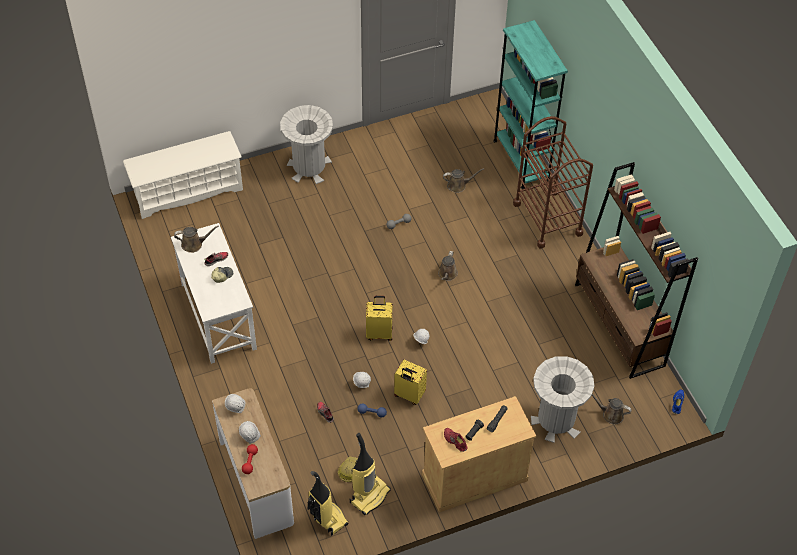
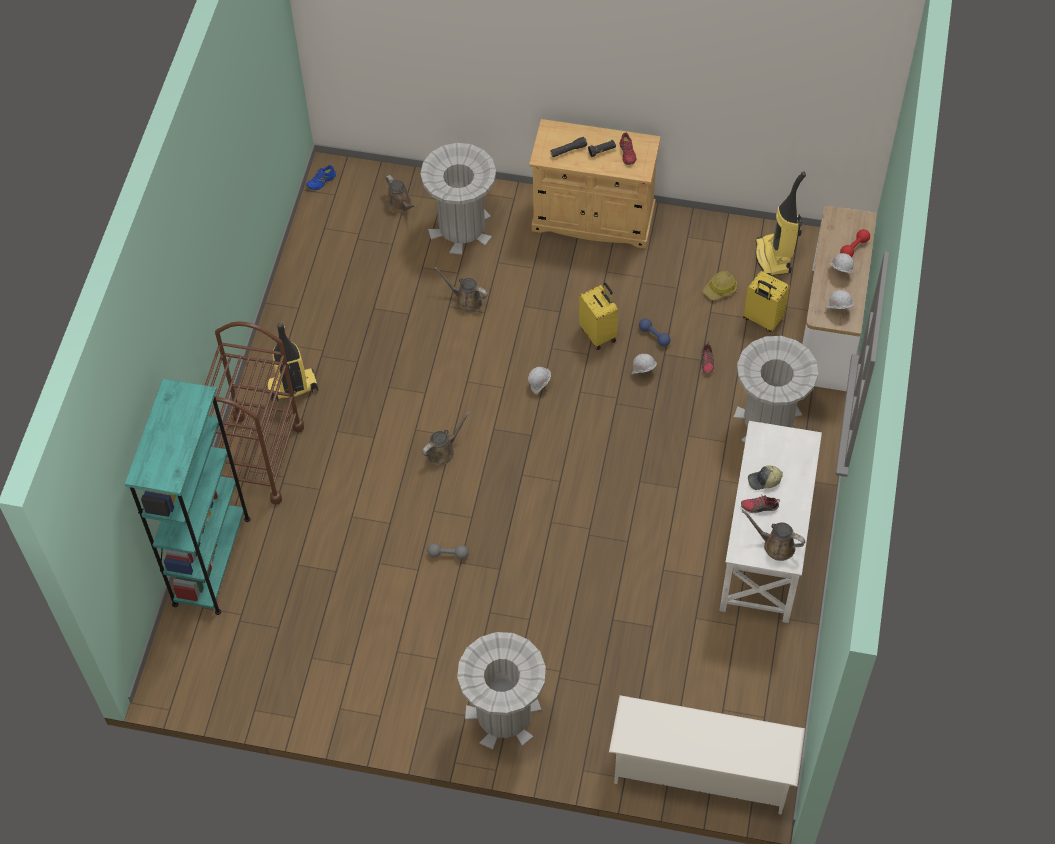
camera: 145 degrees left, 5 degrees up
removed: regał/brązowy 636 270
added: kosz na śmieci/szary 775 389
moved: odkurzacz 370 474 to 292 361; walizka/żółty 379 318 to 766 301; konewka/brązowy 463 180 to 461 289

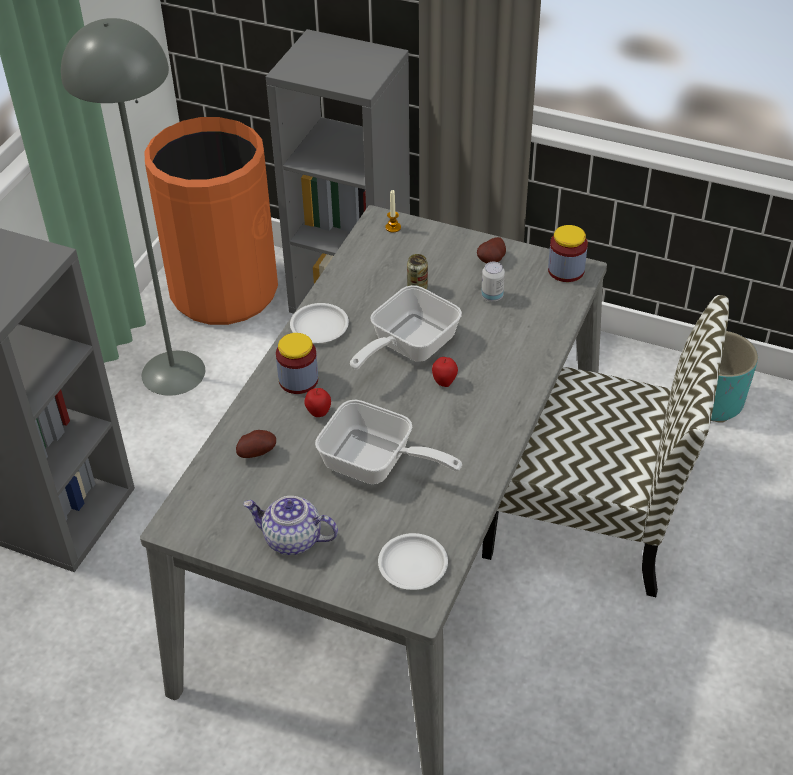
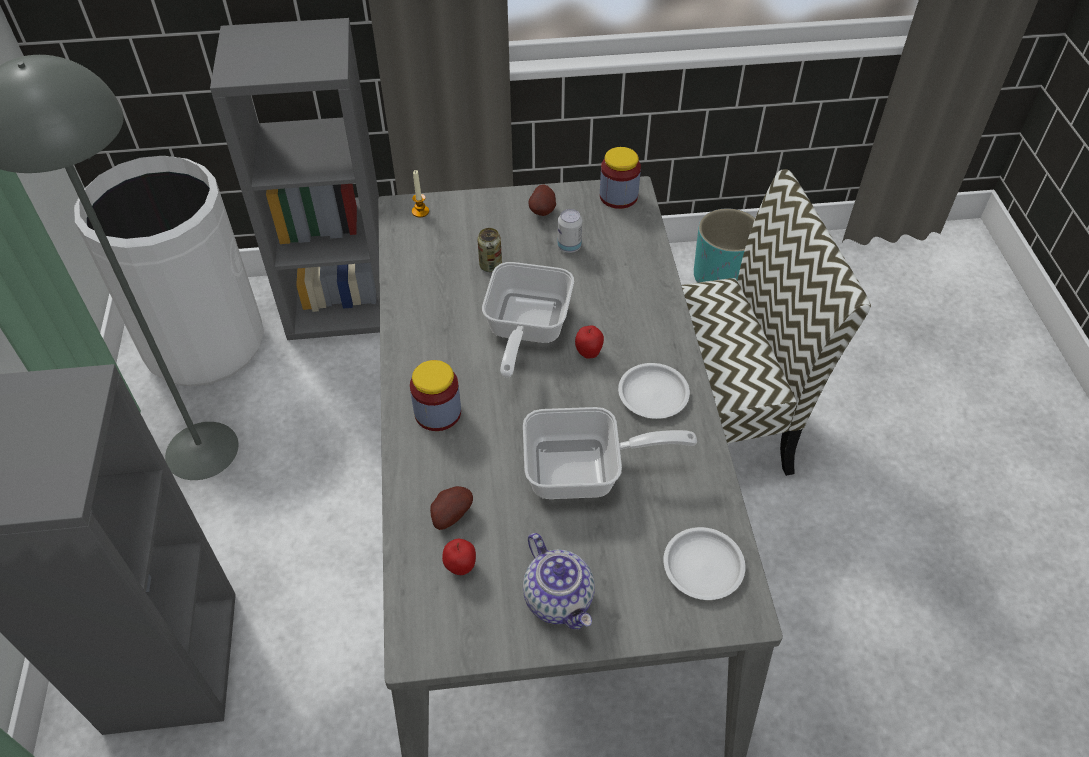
camera: 30 degrees left, 5 degrees up
moved: talerz/biały 319 323 to 654 391; jabłko 317 402 to 459 557
recoloured: kosz na śmieci/pomarańczowy 211 221 to kosz na śmieci/biały 169 271
turned: imbryk 290 525 = 559 581 105 degrees counterclockwise

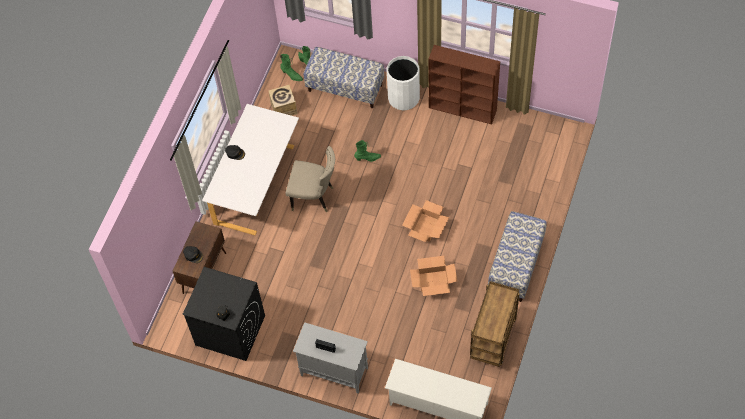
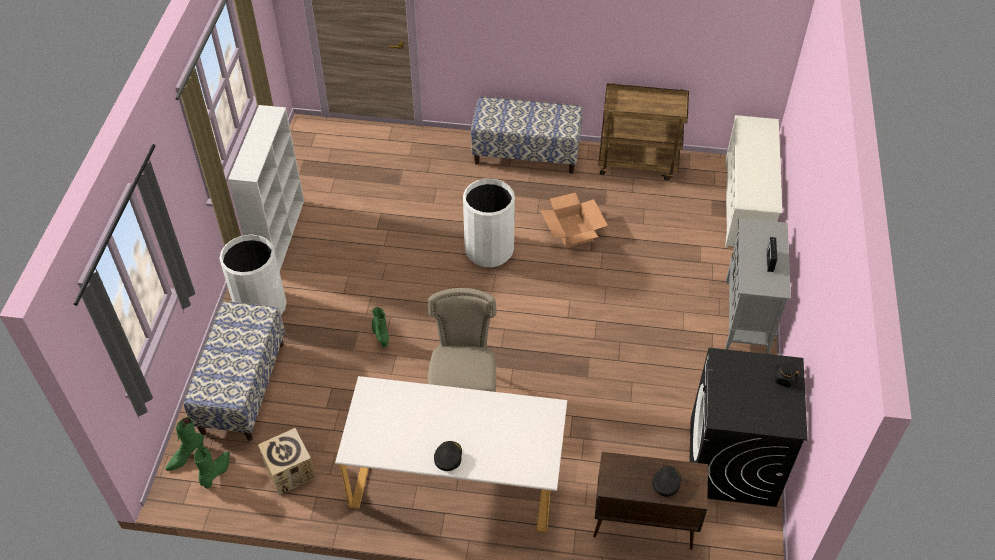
camera: 105 degrees left, 10 degrees down
replaced: karton 425 221 to kosz na śmieci/biały 489 223
recoloured: regał/brązowy 464 84 to regał/biały 266 188

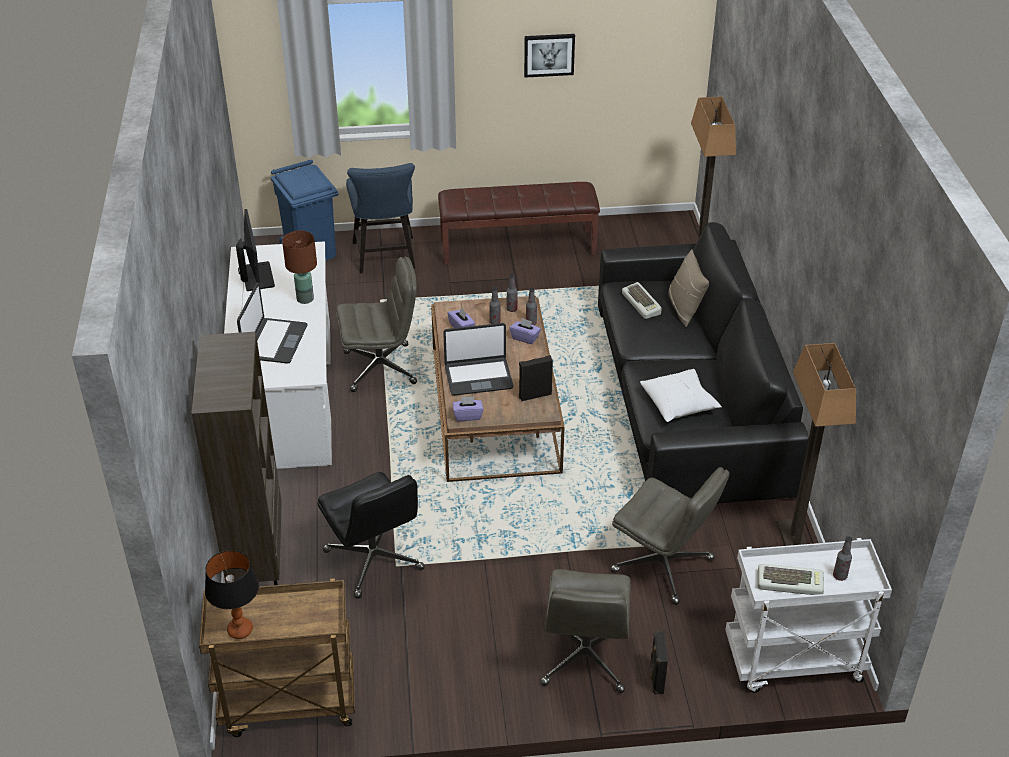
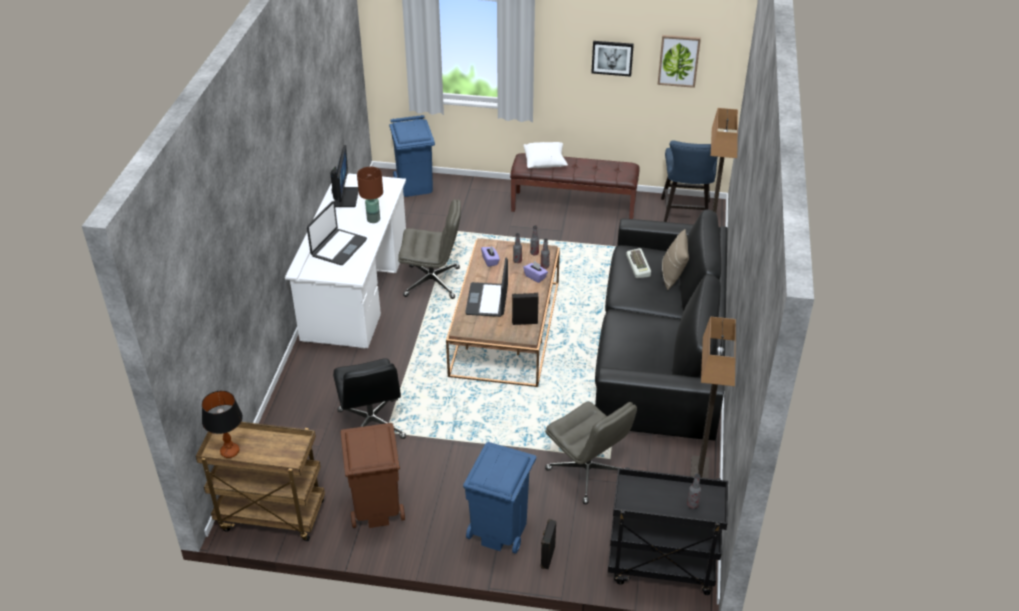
camera: 15 degrees right, 0 degrees up
removed: regał/brązowy 236 458; pudełko chusteczek/fioletowy 468 409; klawiatura 791 579
added: kosz na śmieci/brązowy 373 475; obraz 679 61
moved: krzesło/niebieski 380 218 to 689 181; poduszka/biały 681 395 to 546 155
replaced: krzesło biurowe/szary 586 631 to kosz na śmieci/niebieski 499 498
recoloured: wózek/biały 808 615 to wózek/czarny 668 531
turned: laptop 478 359 = 486 287 90 degrees clockwise

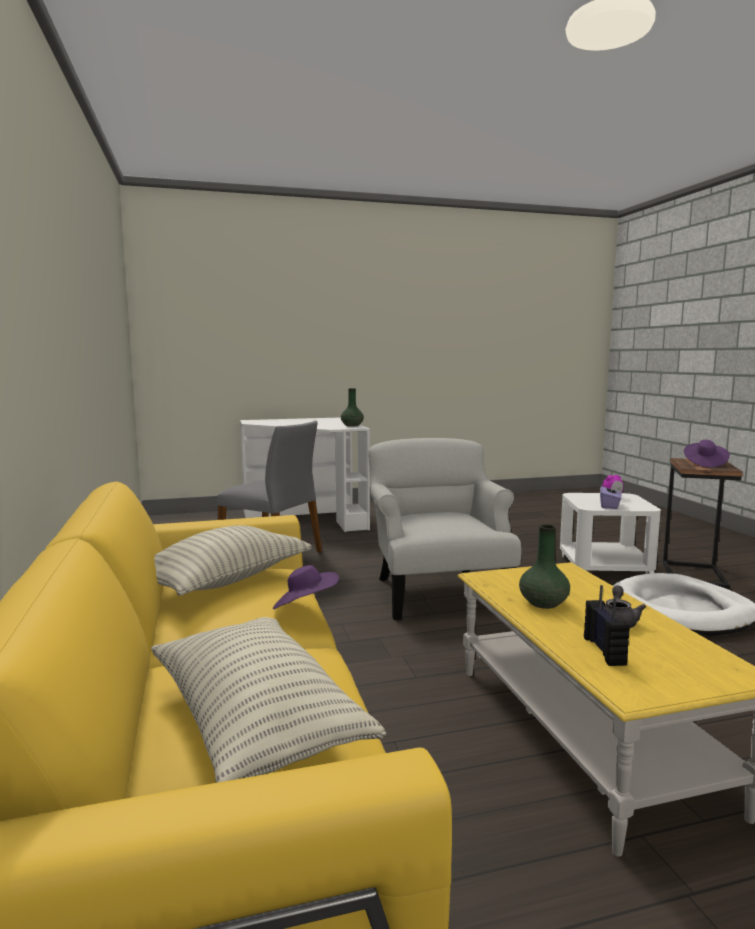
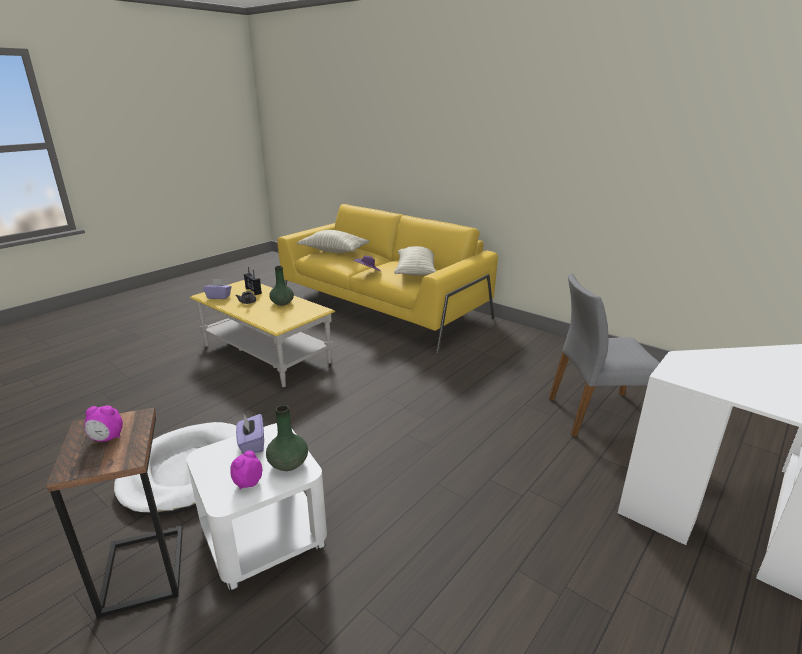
camera: 145 degrees right, 15 degrees up
removed: fotel/biały 444 529
added: pudełko chusteczek/fioletowy 217 289
moved: wazon/zielony 352 407 to 287 438
replaced: kapelusz/fioletowy 707 454 to budzik 103 424

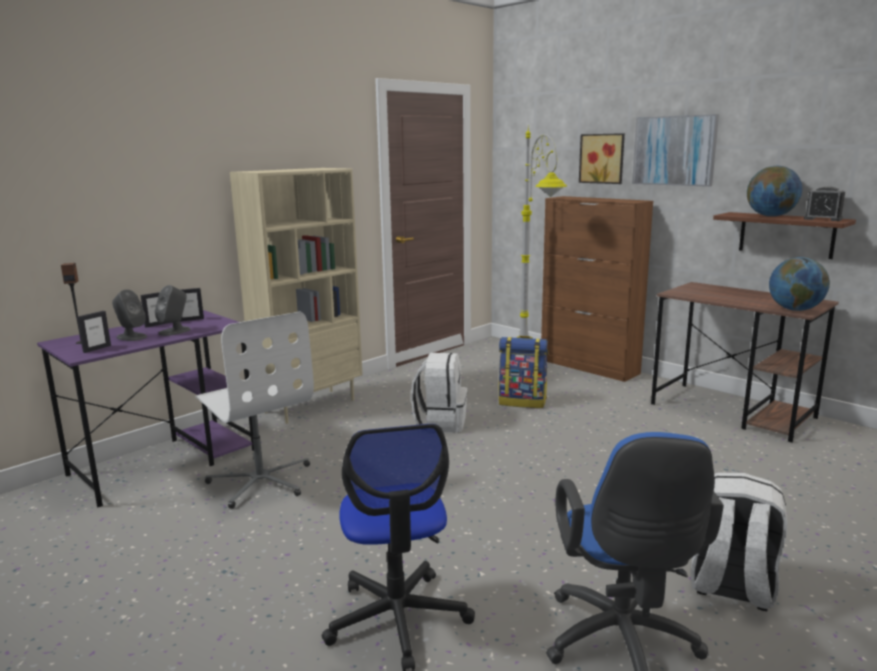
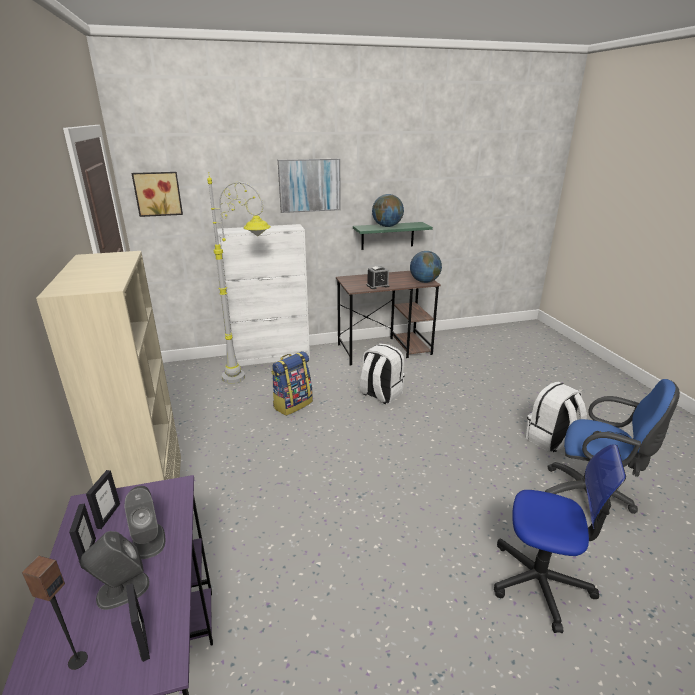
camera: 60 degrees left, 10 degrees up
removed: krzesło biurowe/biały 254 410
moved: plecak/biały 439 393 to 382 373; obraz 602 158 to 157 194; budzik 824 204 to 378 277
recoloured: szafka/brązowy 597 289 to szafka/biały 263 295; półka/brązowy 784 235 to półka/zielony 393 236

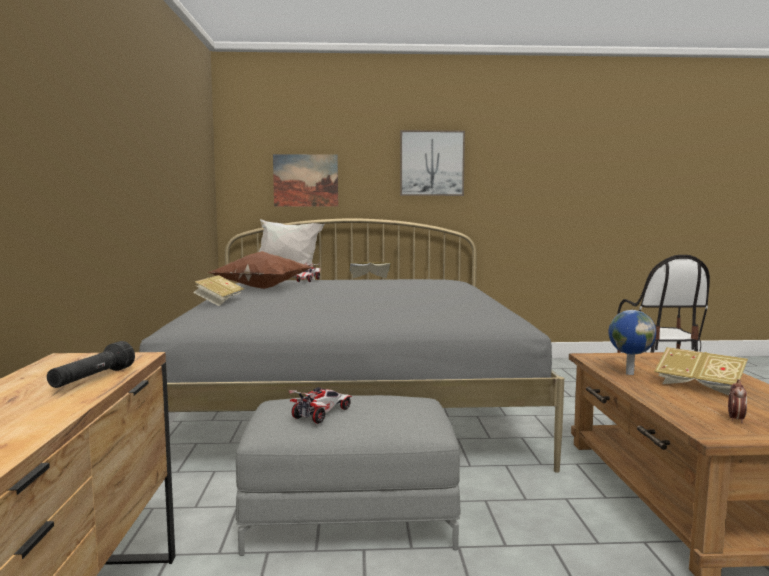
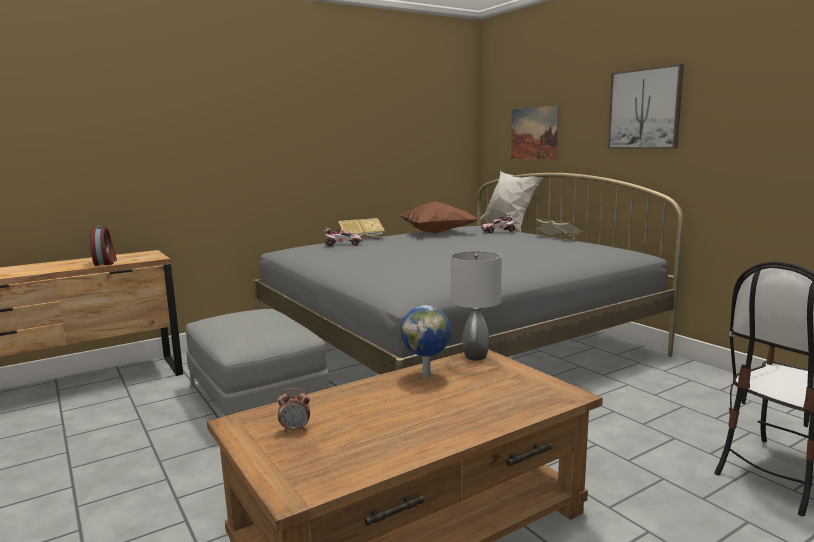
camera: 60 degrees right, 5 degrees up
removed: książka 701 371
added: lampa stołowa/szary 476 305
moved: samochodzik 320 405 to 342 236
replaced: latarka/czarny 91 364 to budzik 103 245

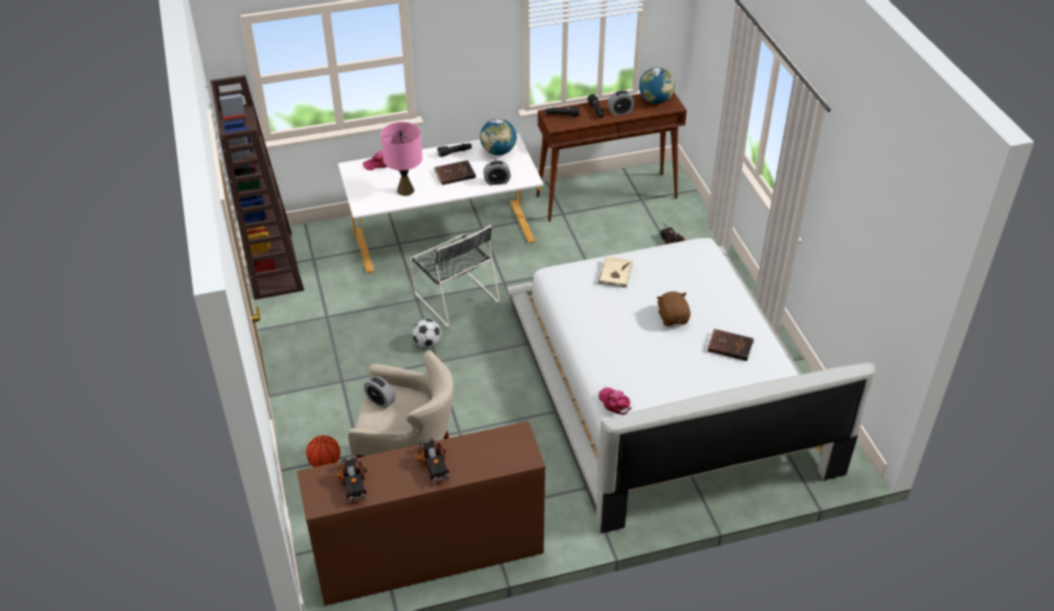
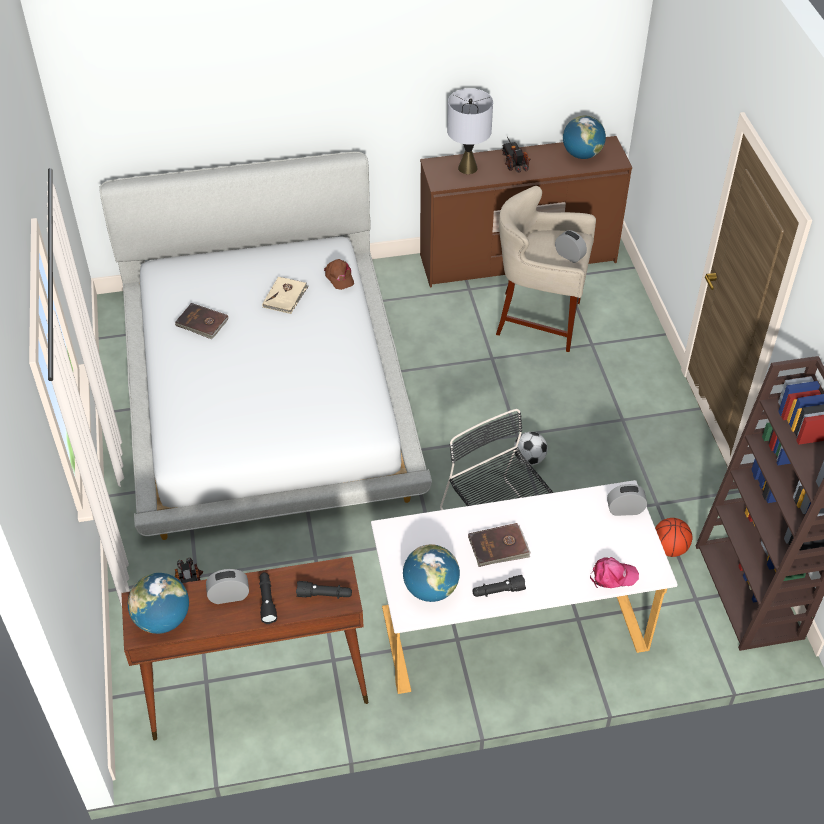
camera: 175 degrees left, 5 degrees up
removed: lampa stołowa/różowy 401 159; pluszak/brązowy 674 309
added: lampa stołowa/szary 470 131
moved: piłka do koszykówki 323 451 to 673 537; budzik 497 172 to 627 500; książka/beżowy 615 272 to 285 295
replaced: ciężarówka zabawkowa 351 479 to globus 584 137
recoloured: czapka z daszkiem/różowy 615 401 to czapka z daszkiem/brązowy 339 274

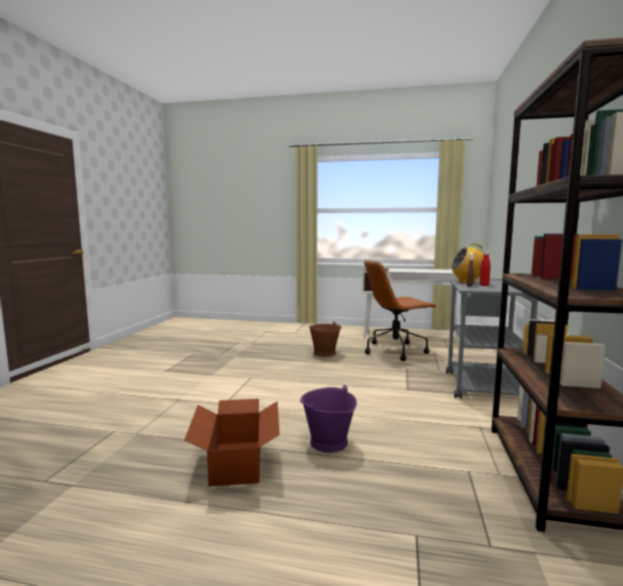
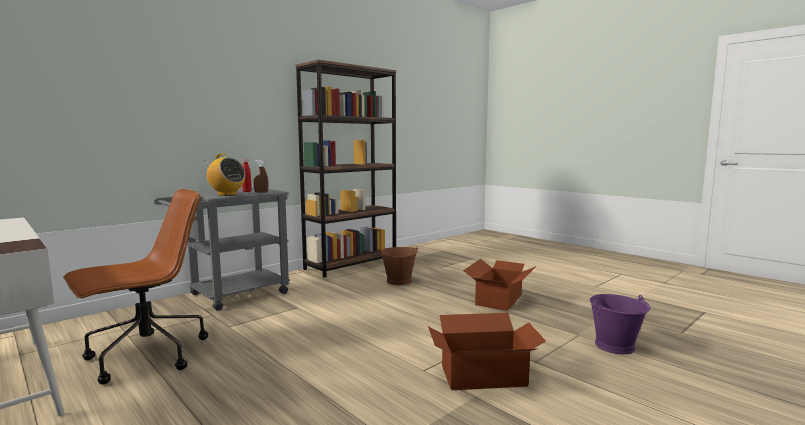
camera: 145 degrees left, 0 degrees up
added: karton 487 351
moved: wiadro/fioletowy 328 419 to 620 324; wiadro/brązowy 325 339 to 398 265
turned: krzesło biurowe/brązowy 400 310 = 135 287 60 degrees counterclockwise

